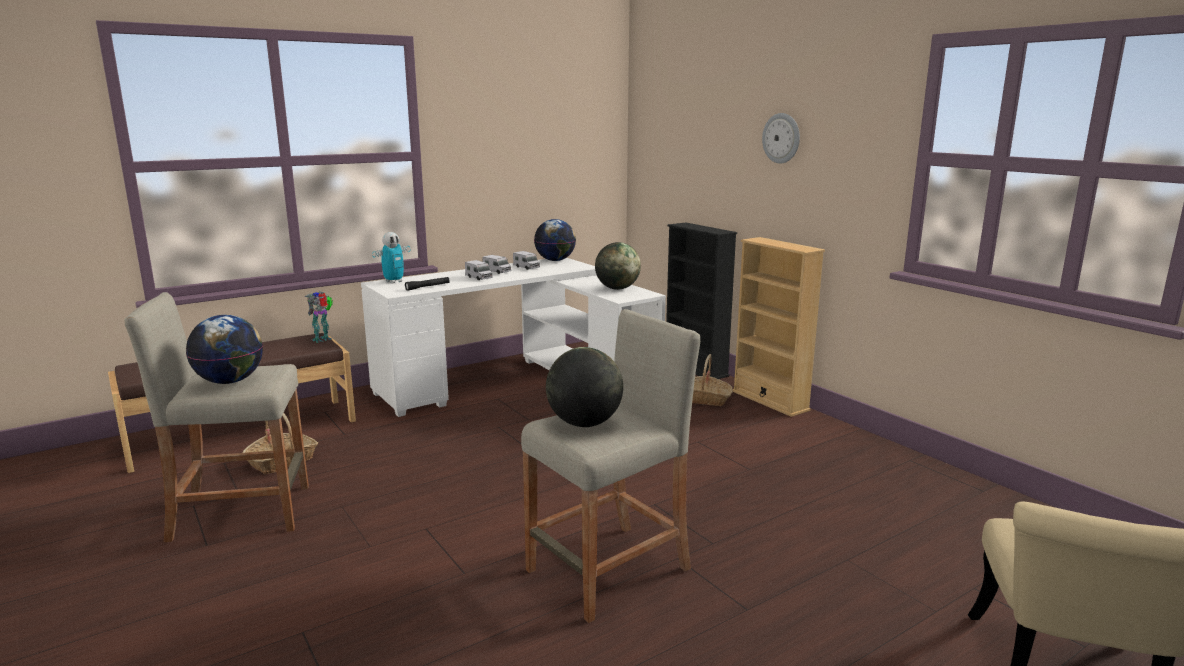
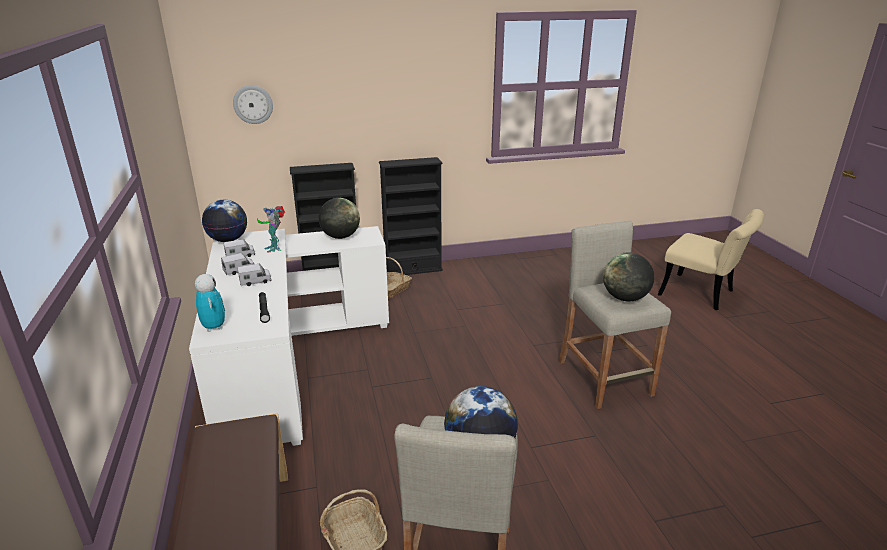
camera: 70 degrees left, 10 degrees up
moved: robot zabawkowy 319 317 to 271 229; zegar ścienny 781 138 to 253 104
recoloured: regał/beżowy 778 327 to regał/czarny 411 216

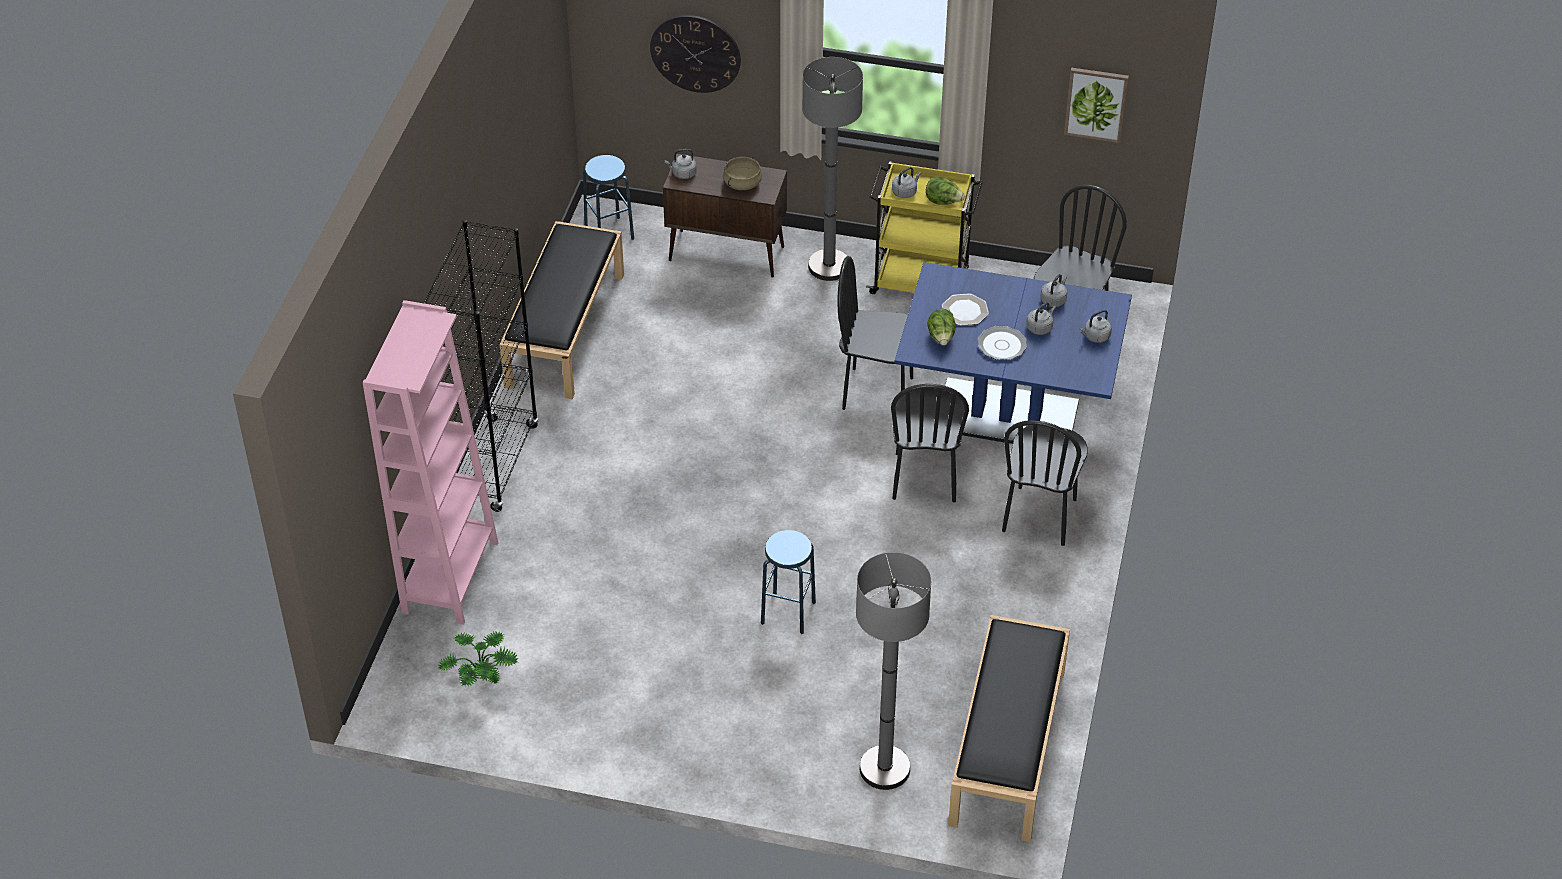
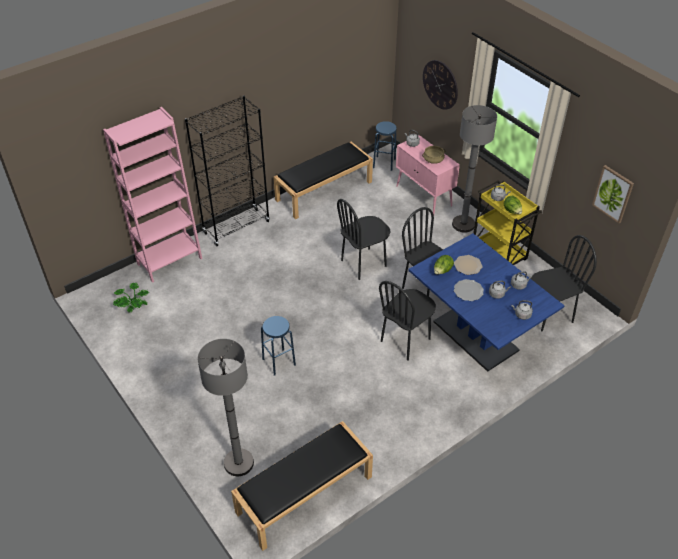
camera: 40 degrees right, 0 degrees up
moved: krzesło/czarny 1045 483 to 364 239
recoloured: szafka/brązowy 725 216 to szafka/różowy 428 174

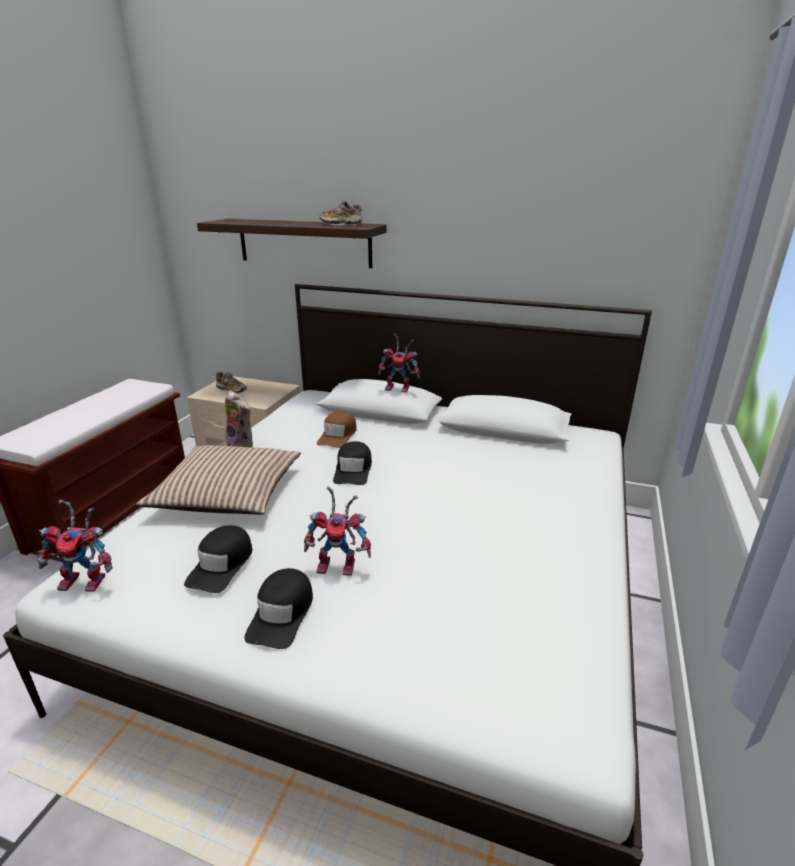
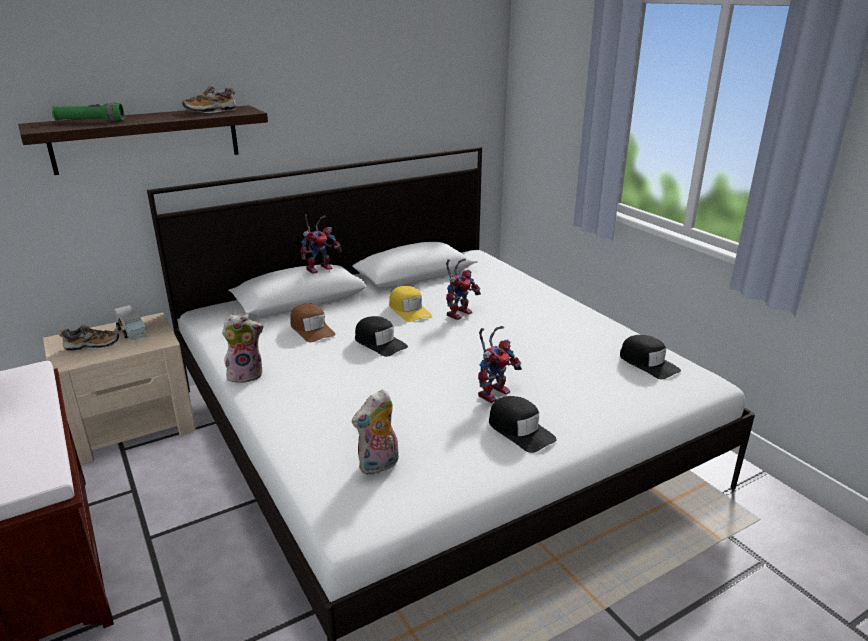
camera: 50 degrees left, 0 degrees up
removed: poduszka 218 480
added: latarka/zielony 88 112; ciężarówka zabawkowa 130 322; pluszak 375 432; czapka z daszkiem/żółty 410 304
moved: robot zabawkowy 74 546 to 463 289; czapka z daszkiem/czarny 218 559 to 650 357

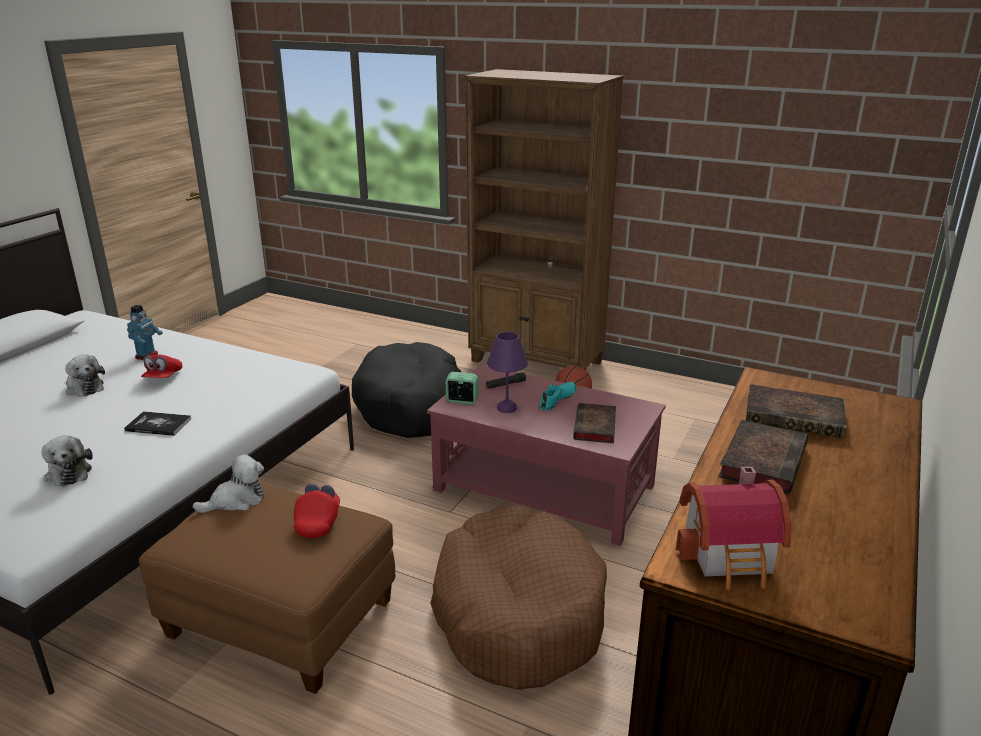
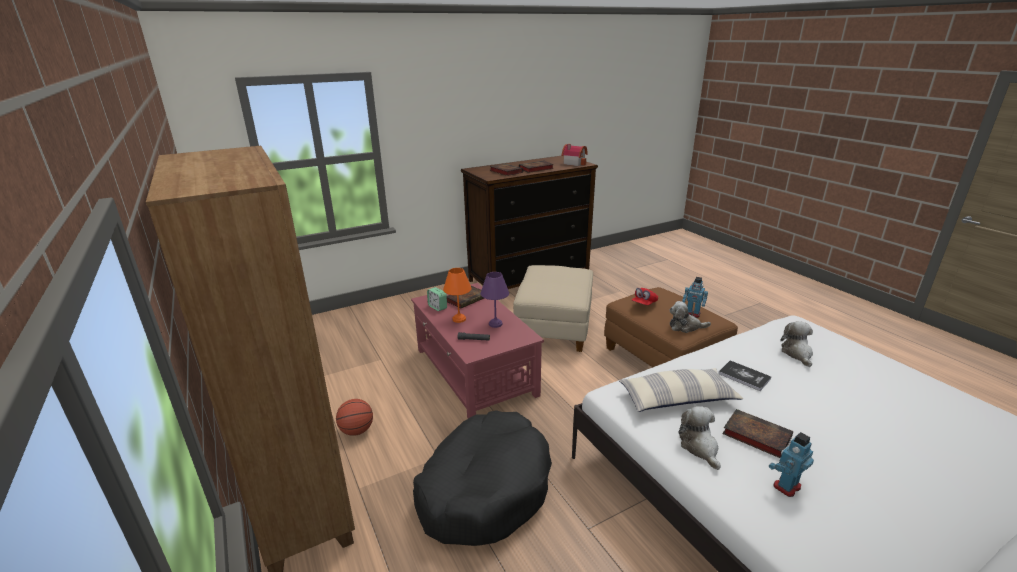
camera: 145 degrees left, 0 degrees up
added: poduszka 680 390; robot zabawkowy 695 297
moved: pluszak 85 375 to 700 438; budzik 462 388 to 437 299
replaced: czapka z daszkiem/czerwony 161 366 to książka 758 433; legowisko/brązowy 518 597 to pufa/beżowy 553 308; but/turkusowy 557 396 to lampa stołowa/pomarańczowy 457 295

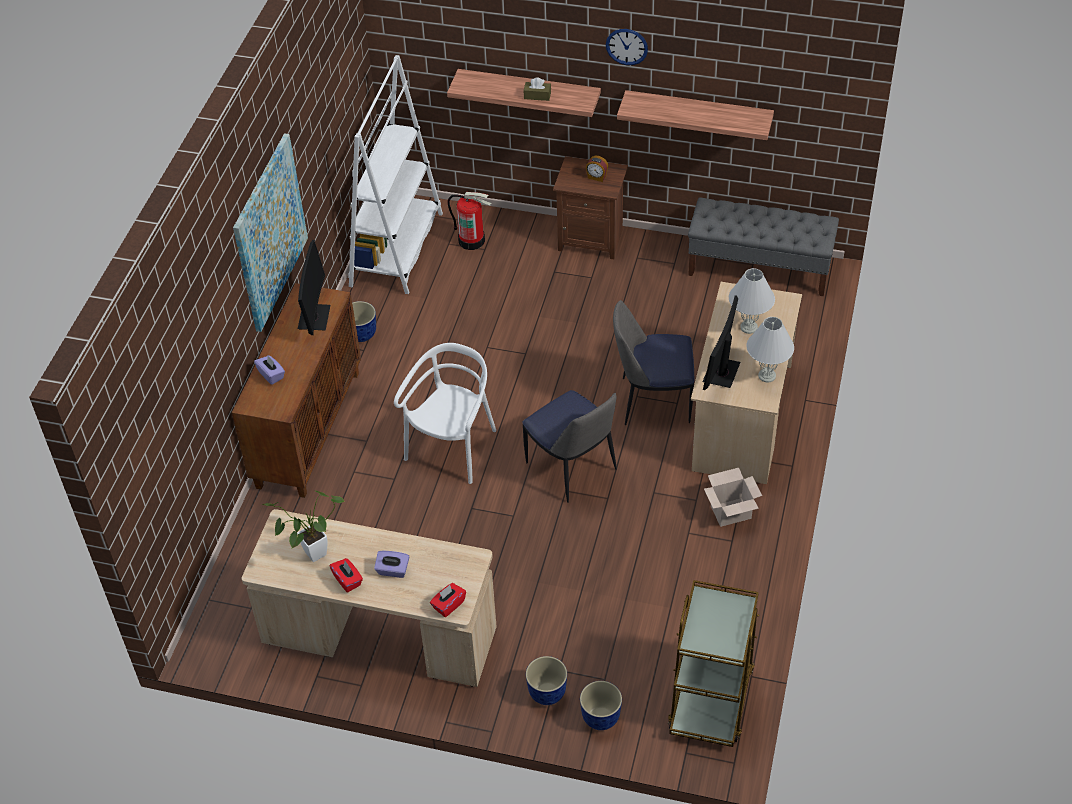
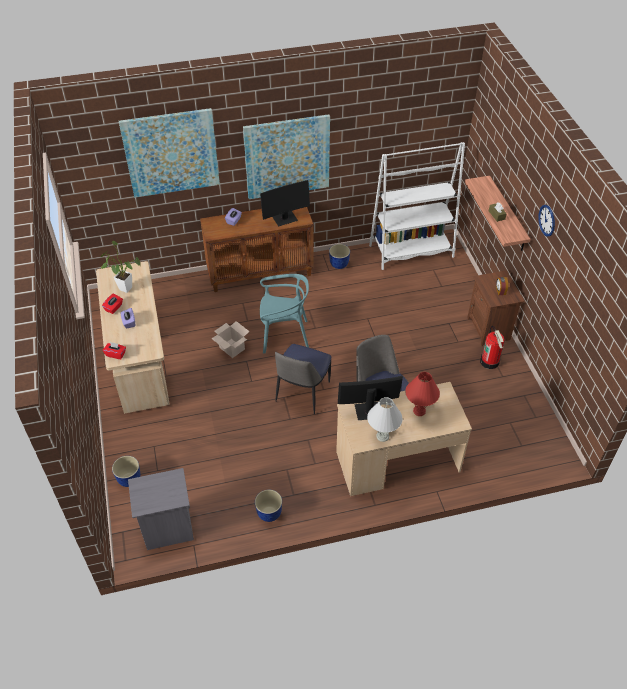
camera: 60 degrees right, 0 degrees up
removed: półka 695 115; ławka/szary 763 247
added: obraz 169 153
moved: gaśnica 469 221 to 492 347; donica 546 680 to 268 506; karton 733 497 to 230 339
replaced: wózek/brązowy 713 663 to szafka nocna/szary 161 509
recoloured: krzesło/biały 445 413 to krzesło/turkusowy 284 314; lampa stołowa/biały 752 301 to lampa stołowa/czerwony 422 394

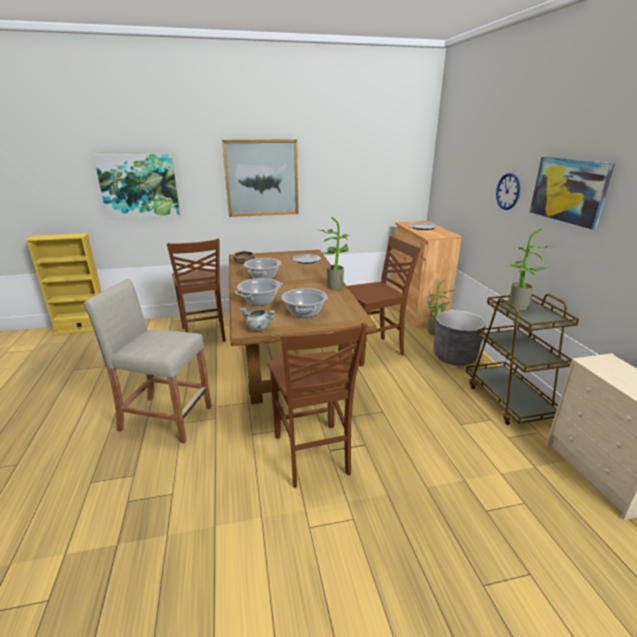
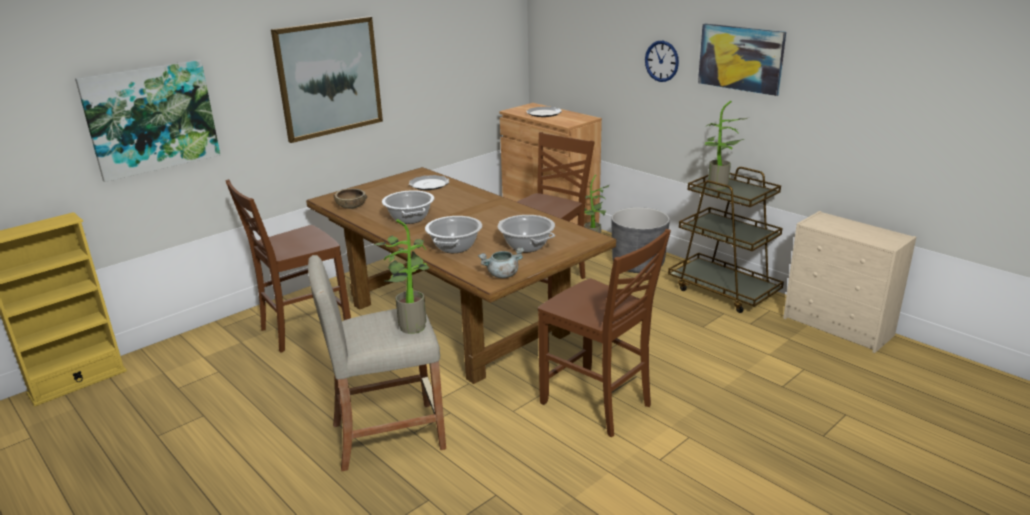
camera: 30 degrees left, 0 degrees up
moved: roślina doniczkowa 332 253 to 401 276
turned: krzesło/brązowy 196 290 = 288 266 105 degrees clockwise

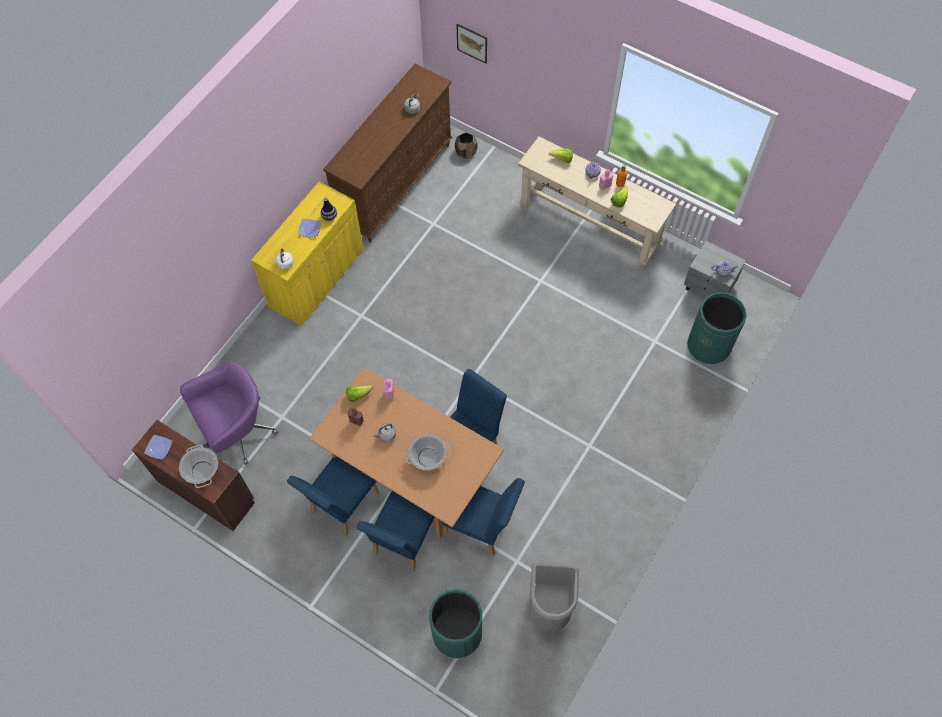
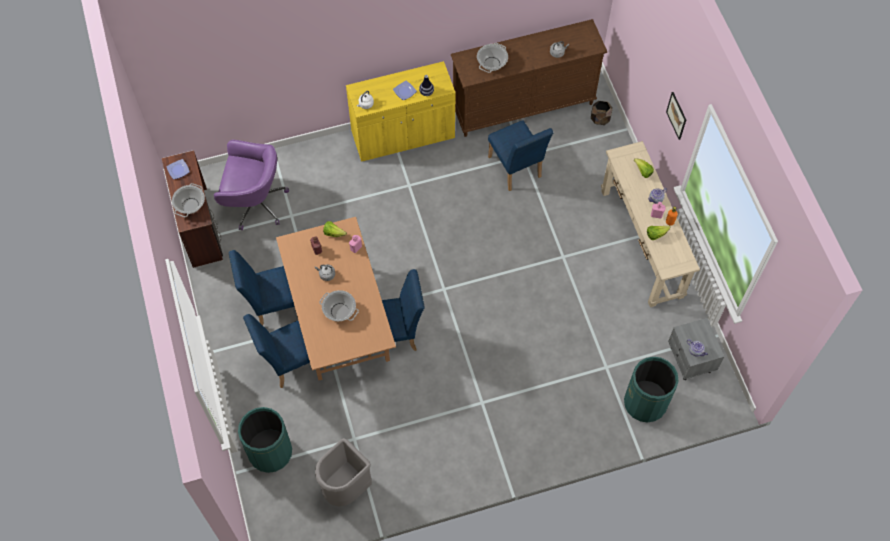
camera: 40 degrees right, 0 degrees up
added: garnek 492 58
moved: krzesło/niebieski 483 516 to 520 156; obraz 472 44 to 676 116

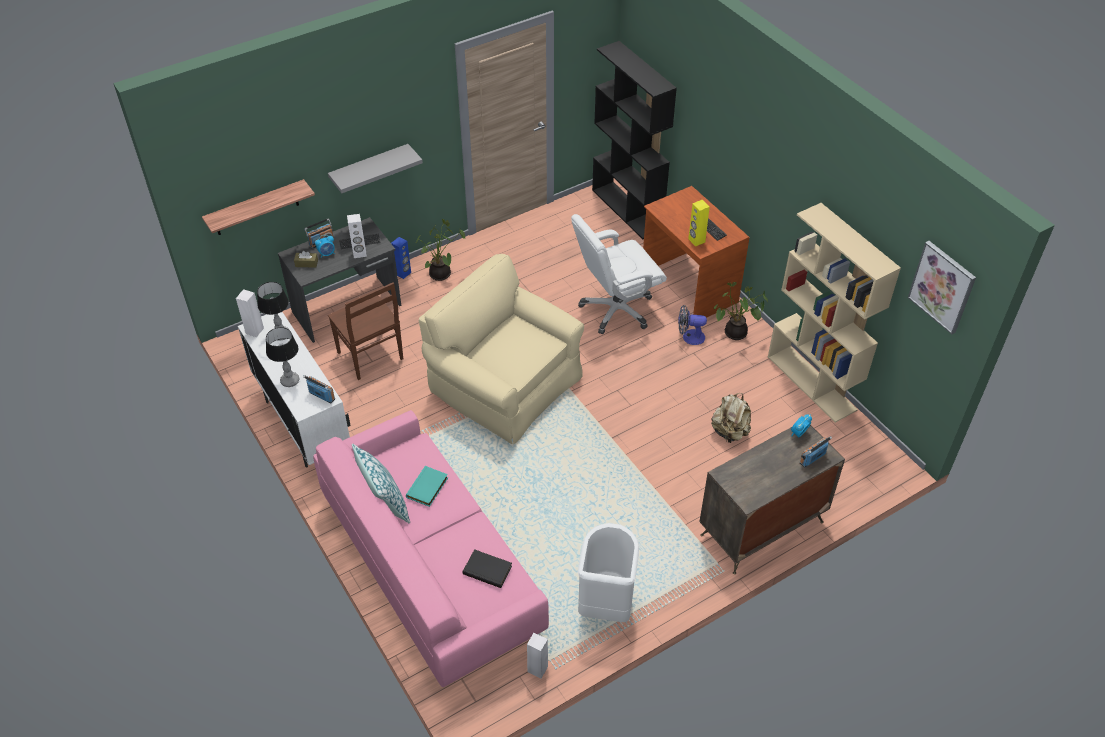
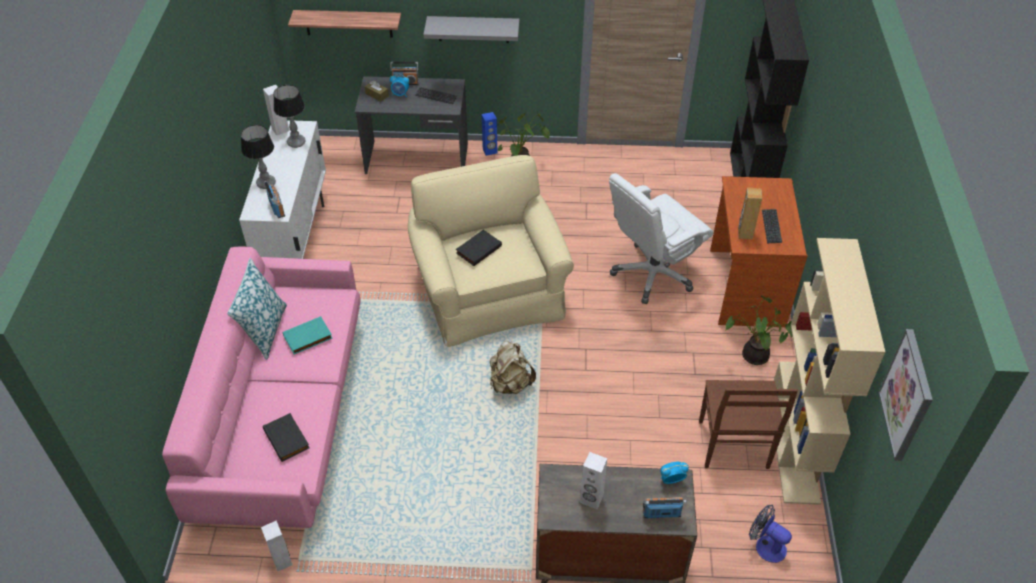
camera: 35 degrees right, 0 degrees up
removed: kosz na śmieci/biały 608 572
added: książka/czarny 479 248
moved: krzesło/brązowy 365 331 to 748 424; głośnik/biały 357 236 to 593 481; wentylator 692 325 to 770 534; plecak/beżowy 731 418 to 513 367
recoloured: głośnik/żółty 699 223 to głośnik/brązowy 750 213
turned: krzesło biurowe/biały 619 274 = 661 238 45 degrees counterclockwise

